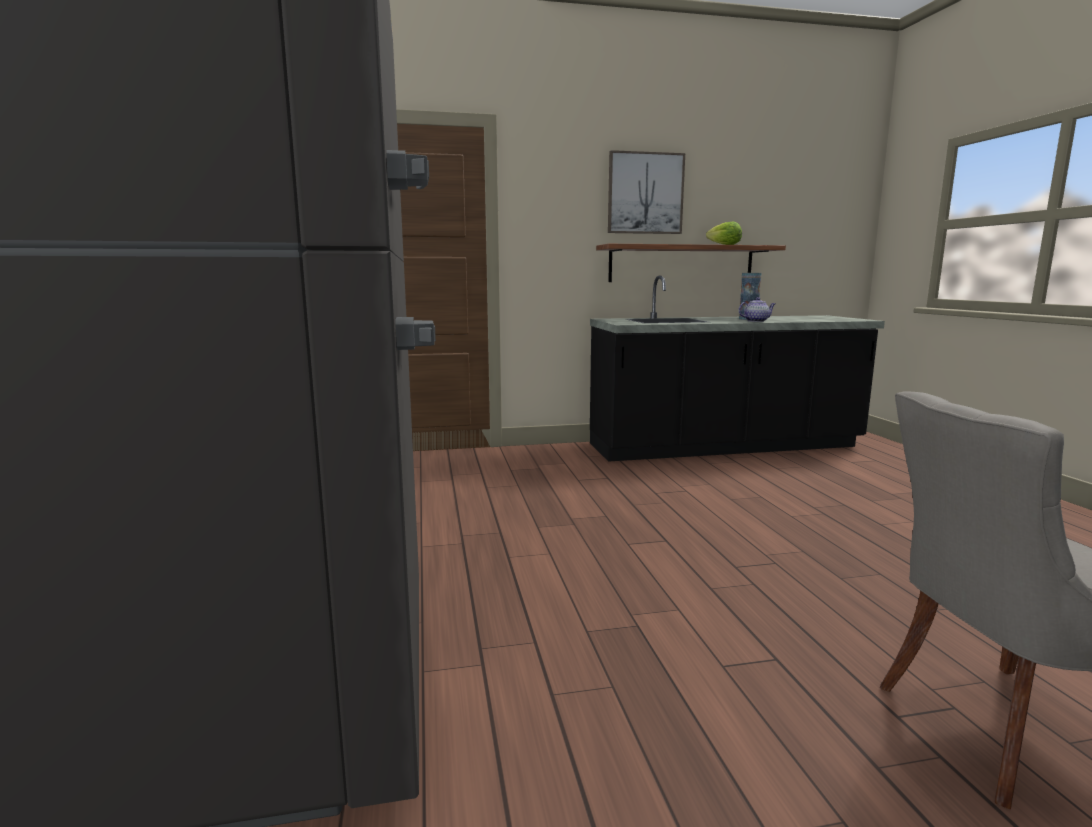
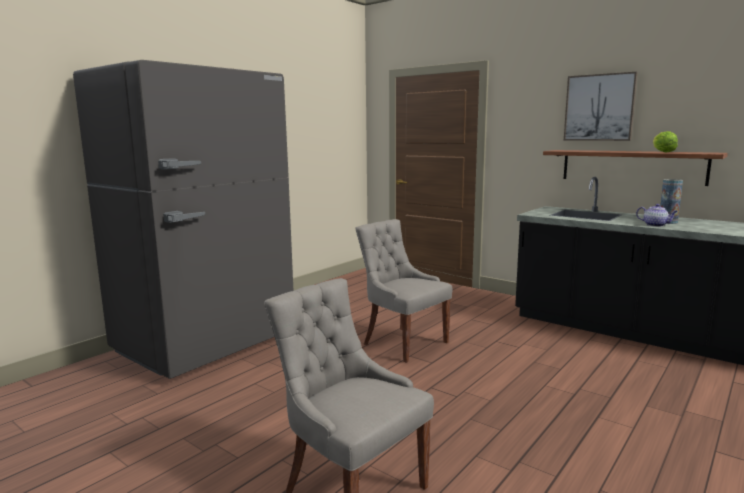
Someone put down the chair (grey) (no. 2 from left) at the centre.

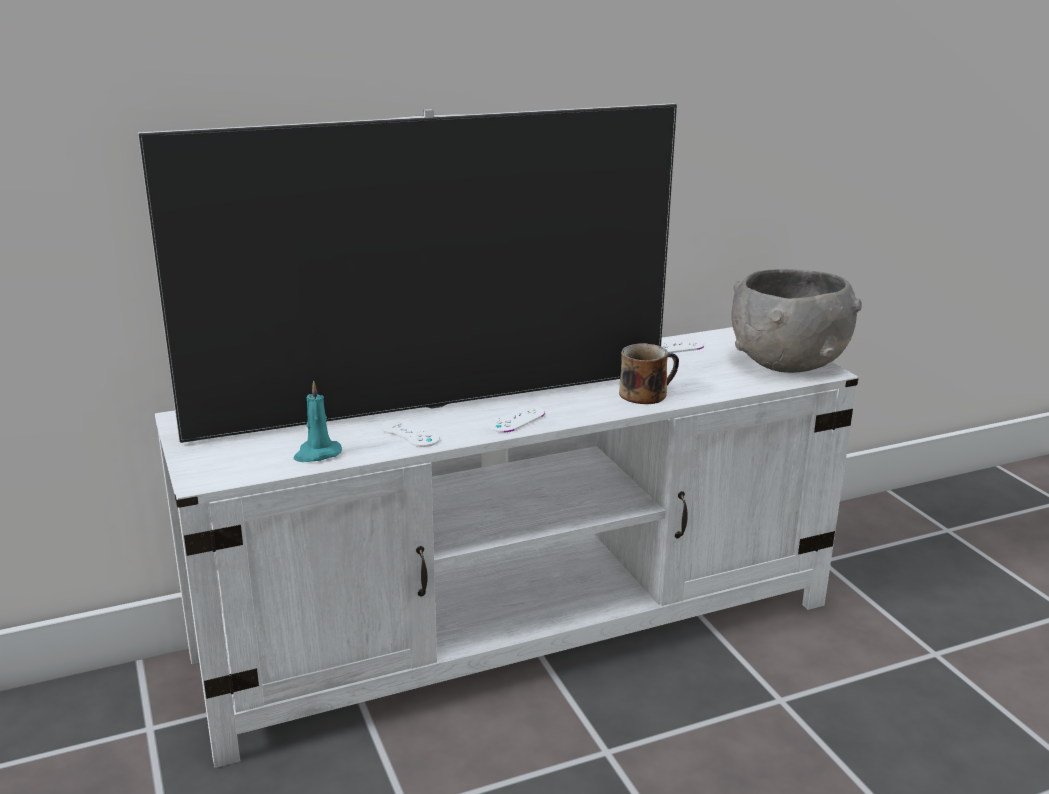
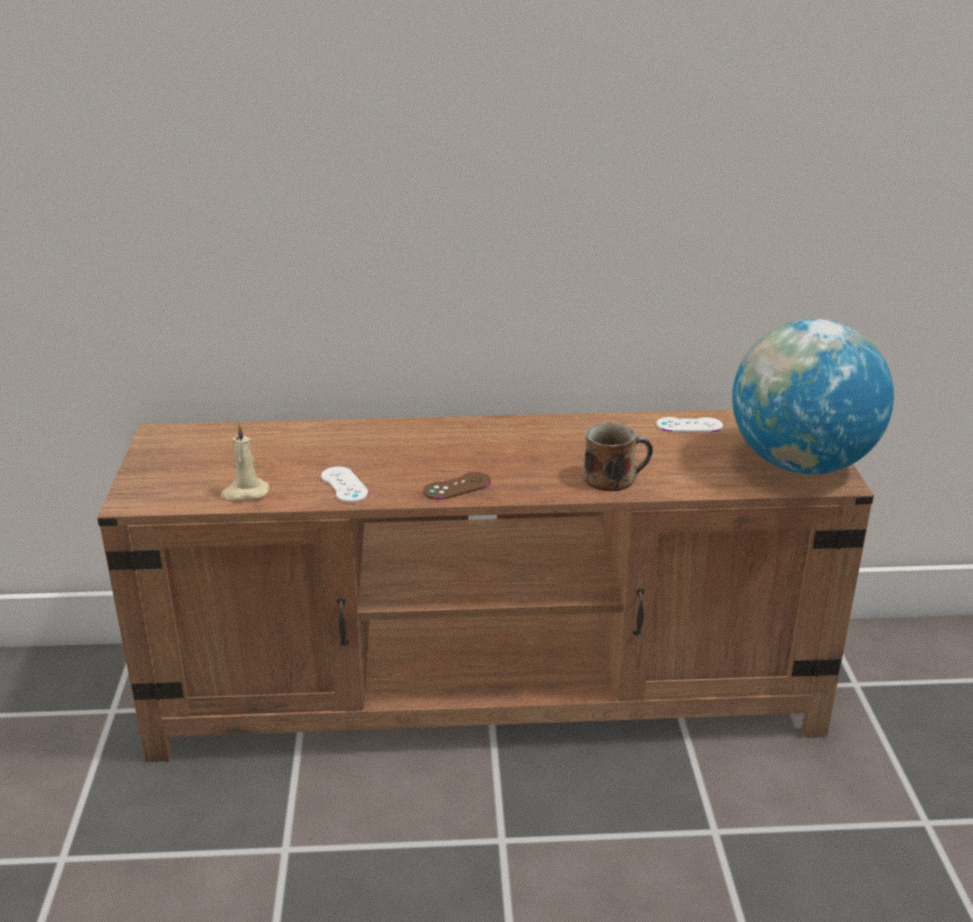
Someone took away the television at the centre.
Someone swapped the bowl (grey) at the middle right for the globe at the middle right.
Someone repainted the tv stand (white) at the bottom centre, which became the tv stand (brown) at the centre.
Someone repainted the candle (turquoise) at the middle left, which became the candle (beige) at the middle left.
Someone repainted the game controller (white) (no. 2 from left) at the centre, which became the game controller (brown) at the centre.

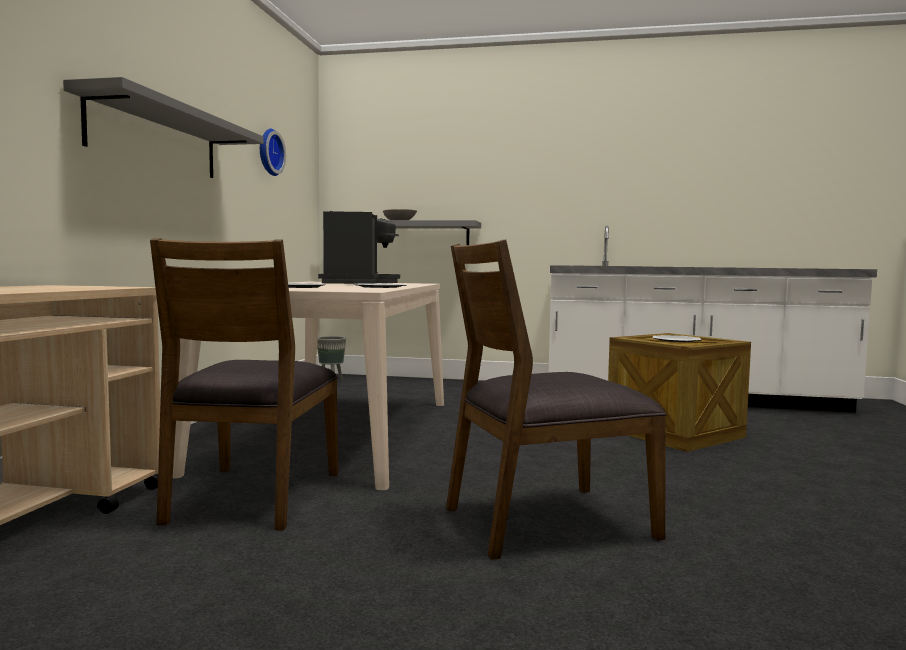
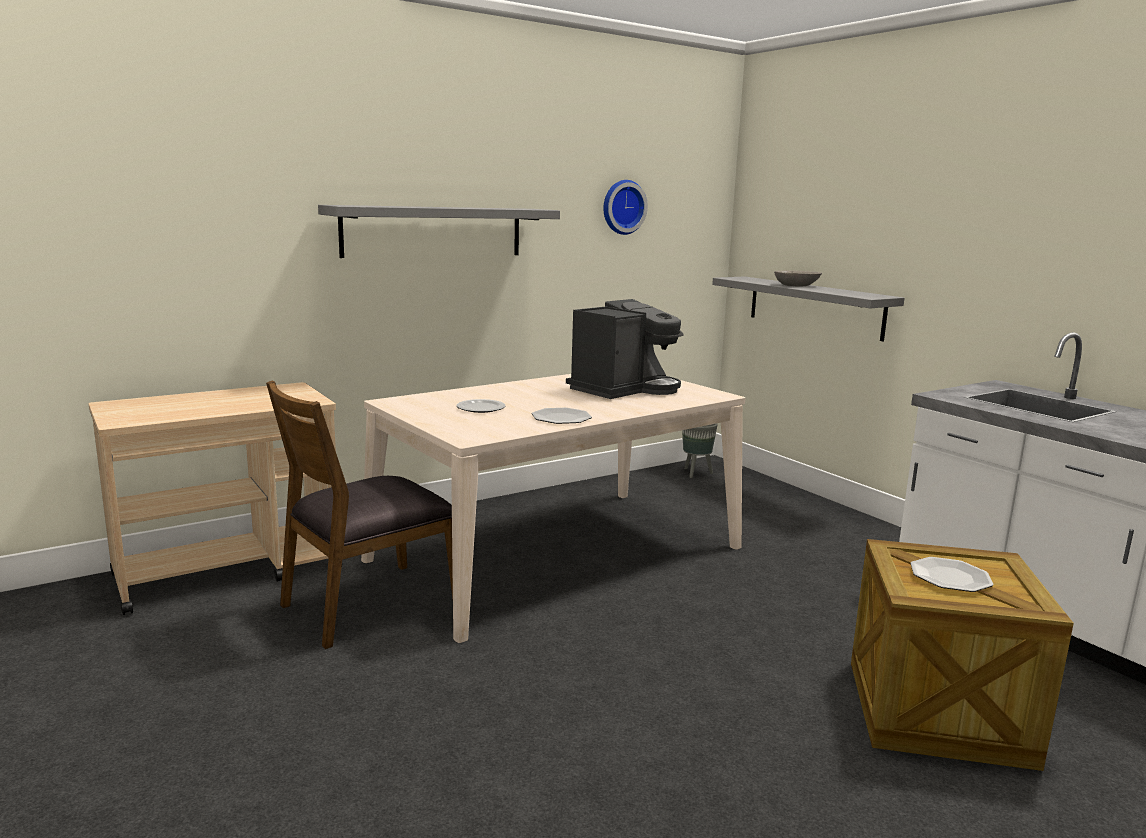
Someone took away the chair (brown) (no. 2 from left) at the centre.

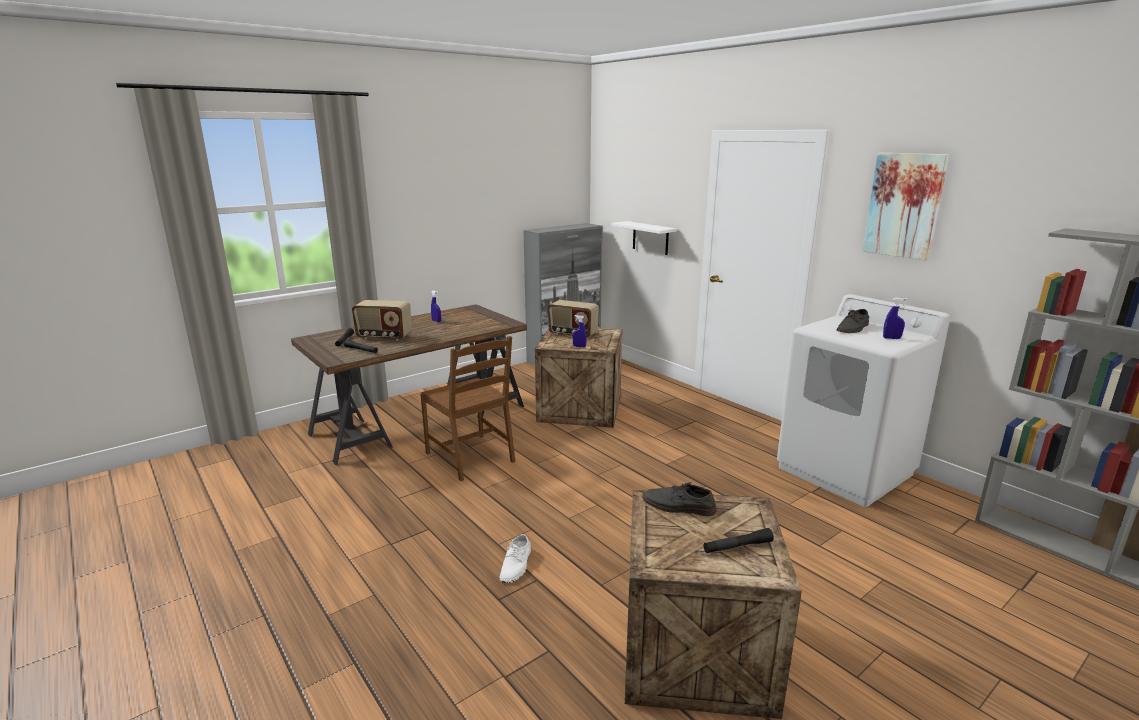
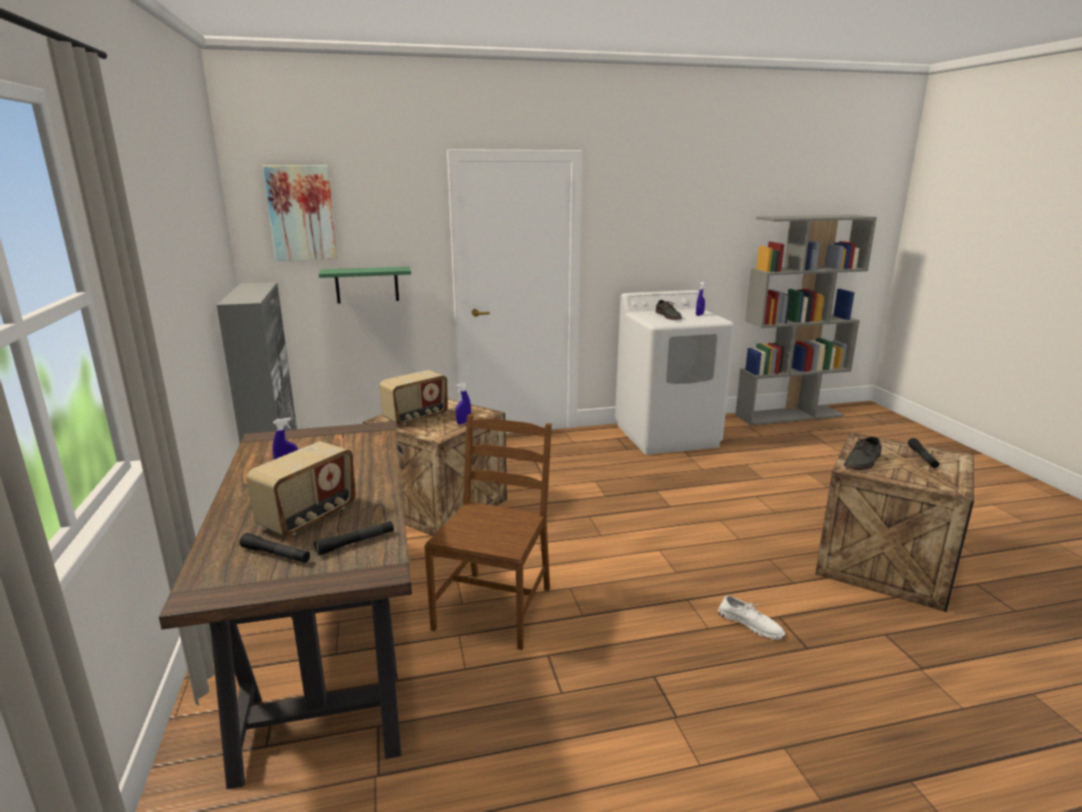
Someone carried the picture from the top right to the top left.
Someone repainted the shelf (white) at the top centre, which became the shelf (green) at the centre.
Someone rotated the chair (brown) at the centre by 60 degrees counterclockwise.

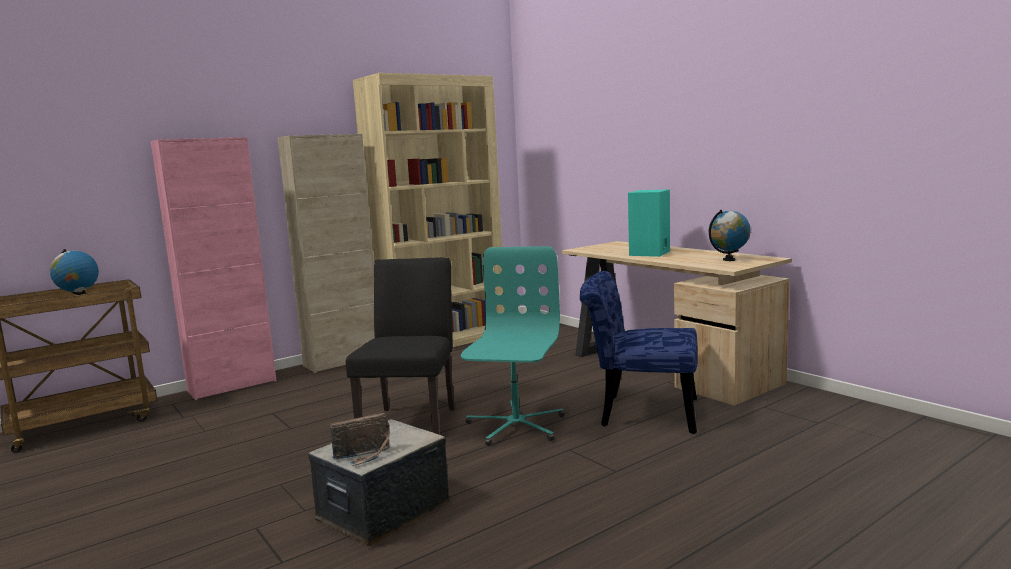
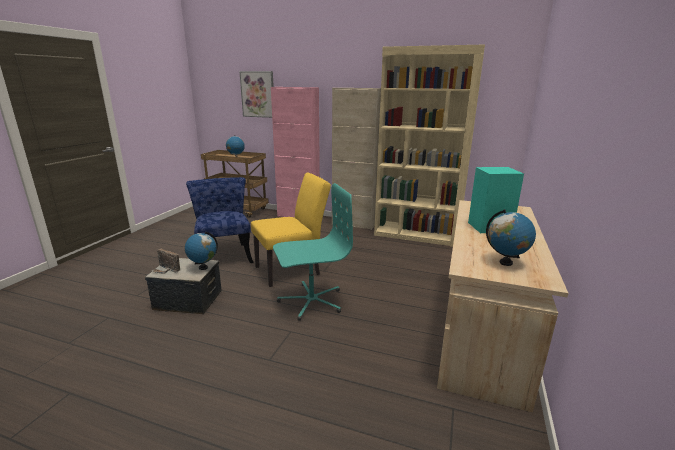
Someone repainted the chair (black) at the centre, which became the chair (yellow) at the centre.
Someone carried the chair (blue) from the centre to the middle left.
Someone put up the picture at the top centre.
Someone put down the globe (no. 1 from left) at the middle left.

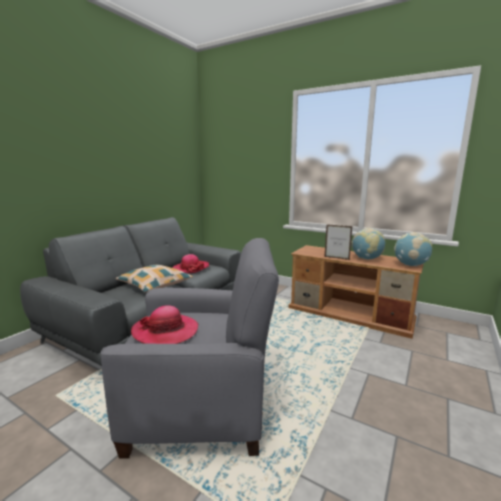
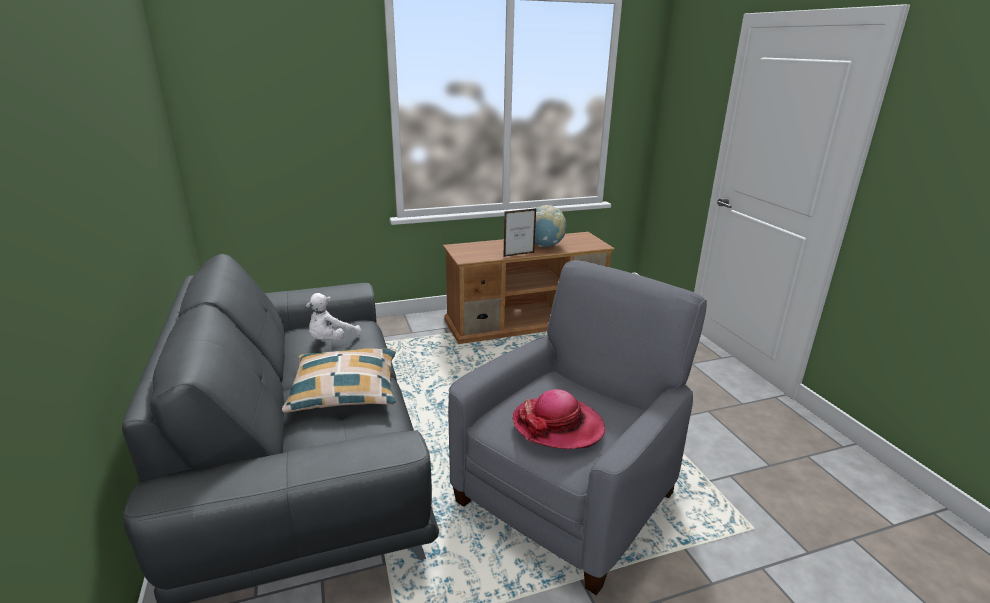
Someone took away the globe (no. 2 from left) at the middle right.
Someone swapped the hat (no. 2 from left) at the centre for the plush toy (white) at the centre.

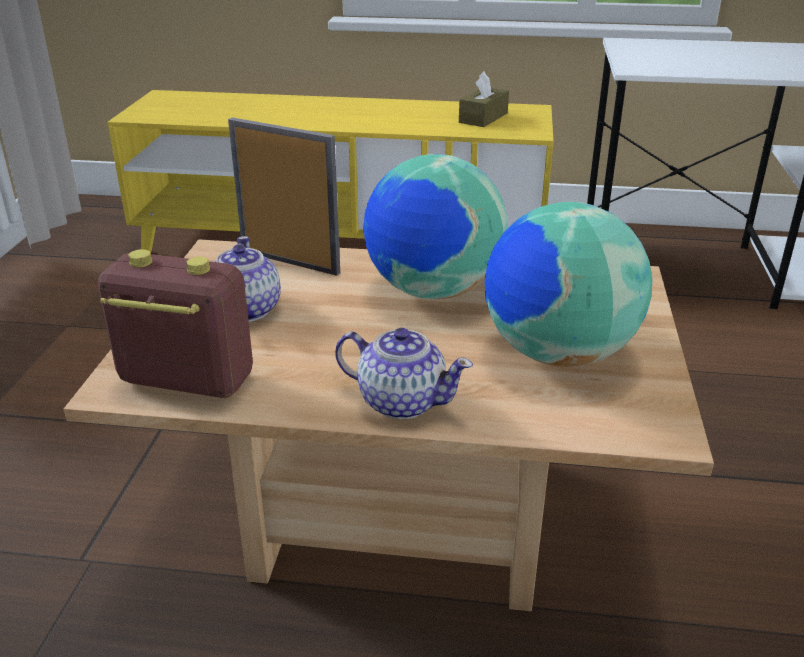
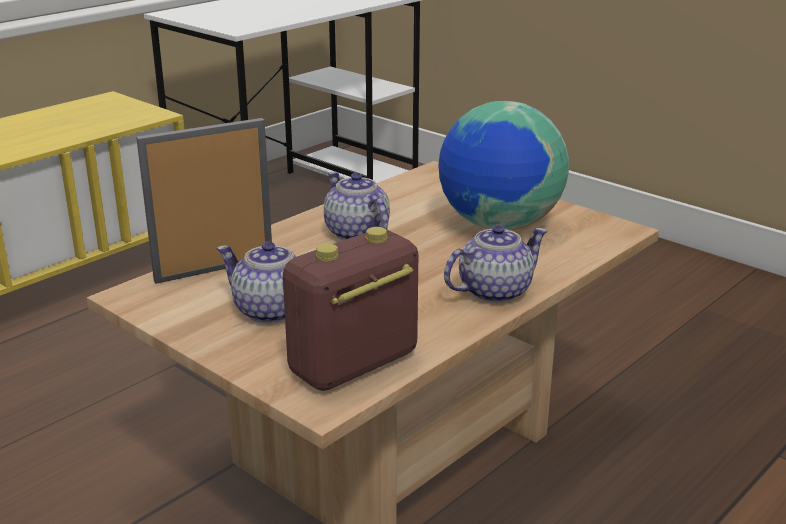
Someone took away the tissue box (brown) at the top centre.
Someone swapped the globe (no. 1 from left) at the centre for the teapot (no. 2 from left) at the centre.

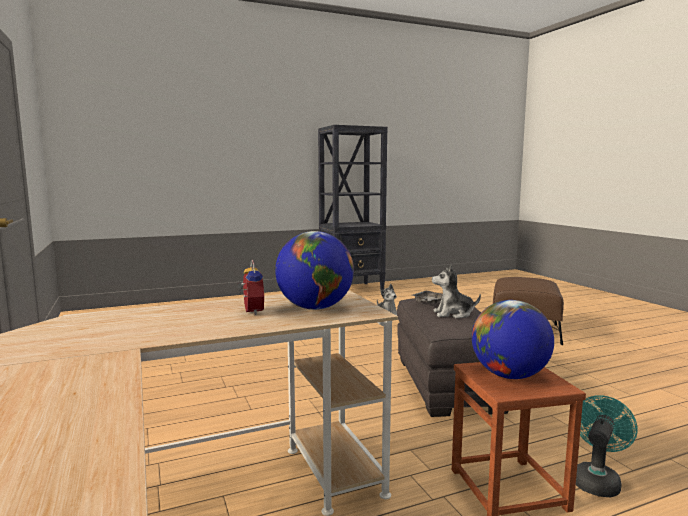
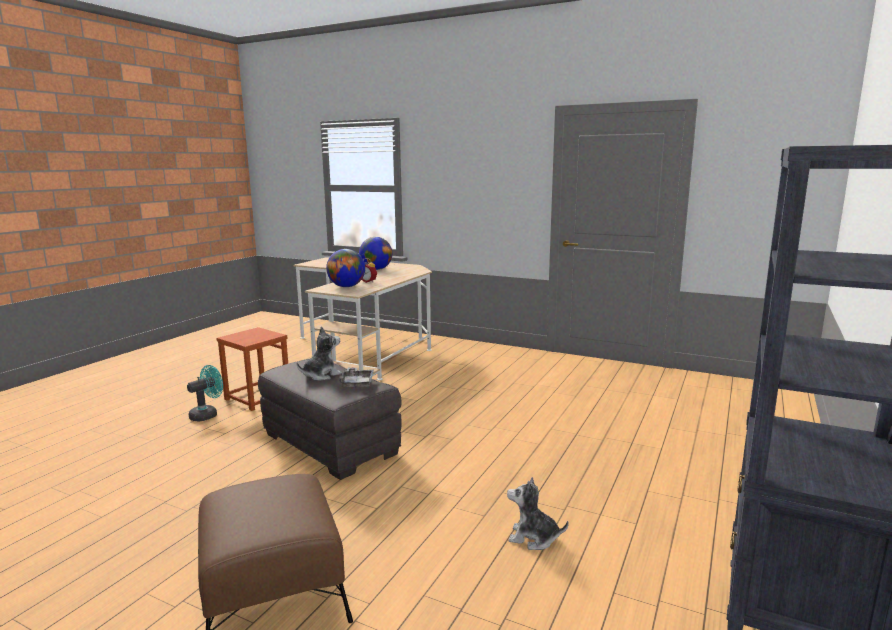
Someone carried the globe (no. 2 from left) from the middle right to the centre.
Someone rotated the fan (turquoise) at the bottom right by 135 degrees counterclockwise.

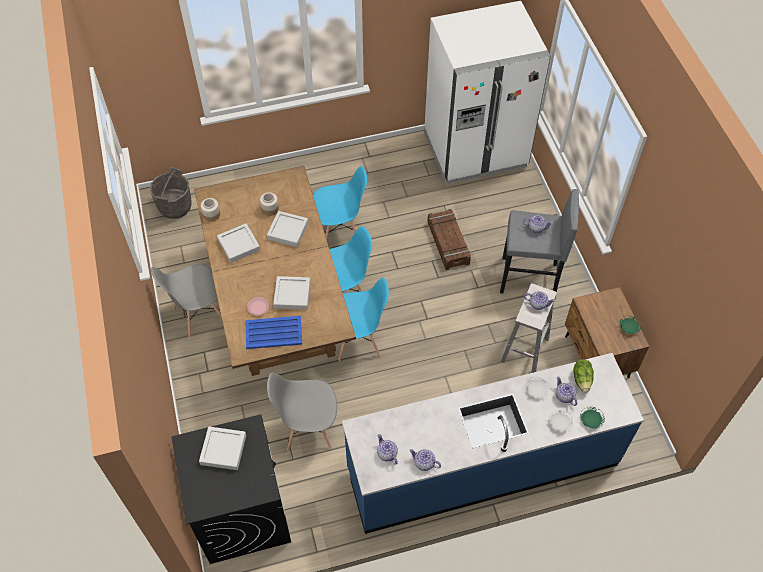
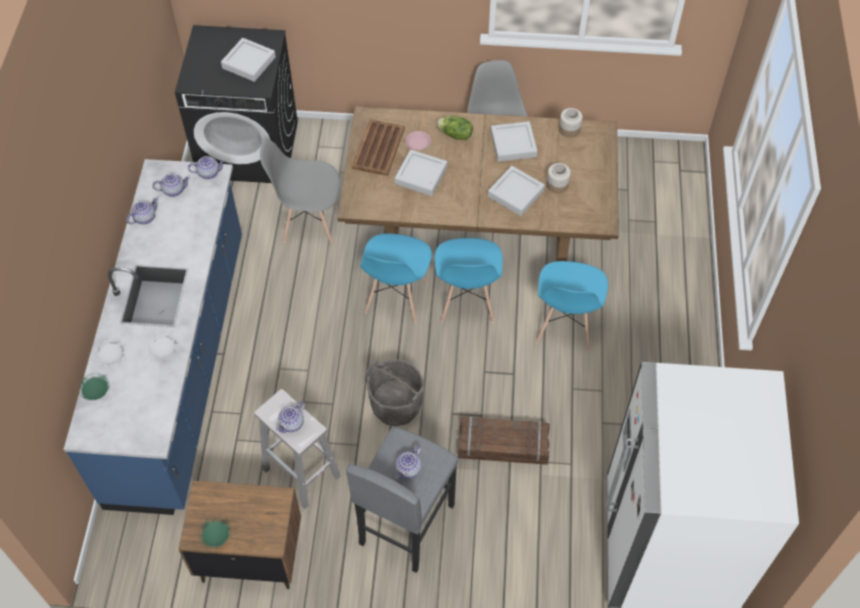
Someone carried the bucket (grey) from the middle left to the centre.
Someone repainted the tray (blue) at the centre, which became the tray (brown) at the top centre.
Someone carried the lettuce from the middle right to the top centre.
Someone rotated the chair (grey) (no. 2 from left in the first image) at the bottom centre by 105 degrees counterclockwise.
Someone carried the teapot (no. 5 from left in the first image) from the bottom right to the top left.

